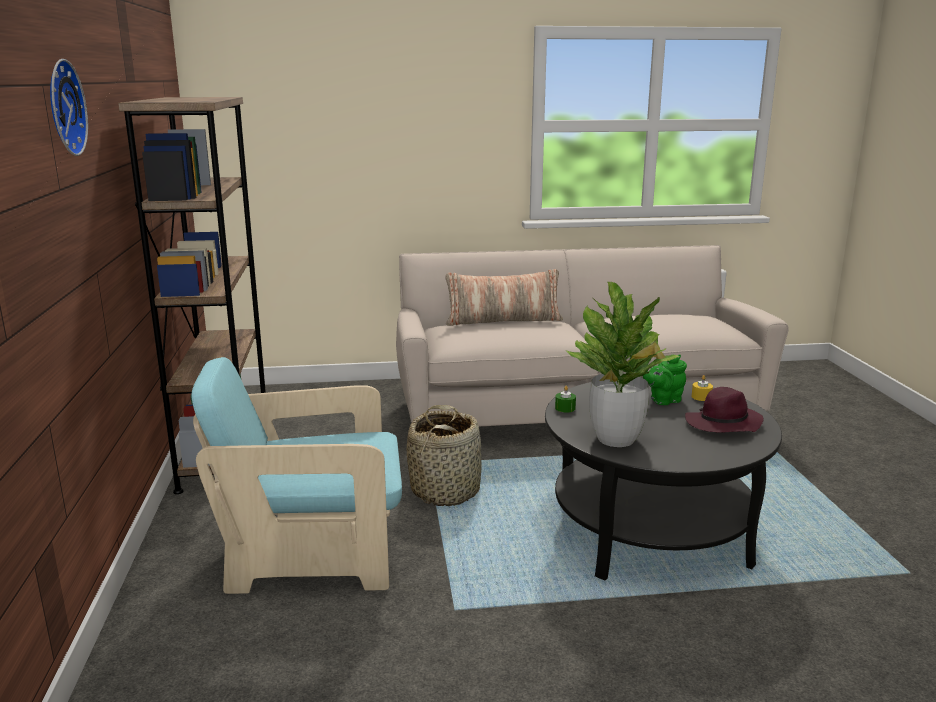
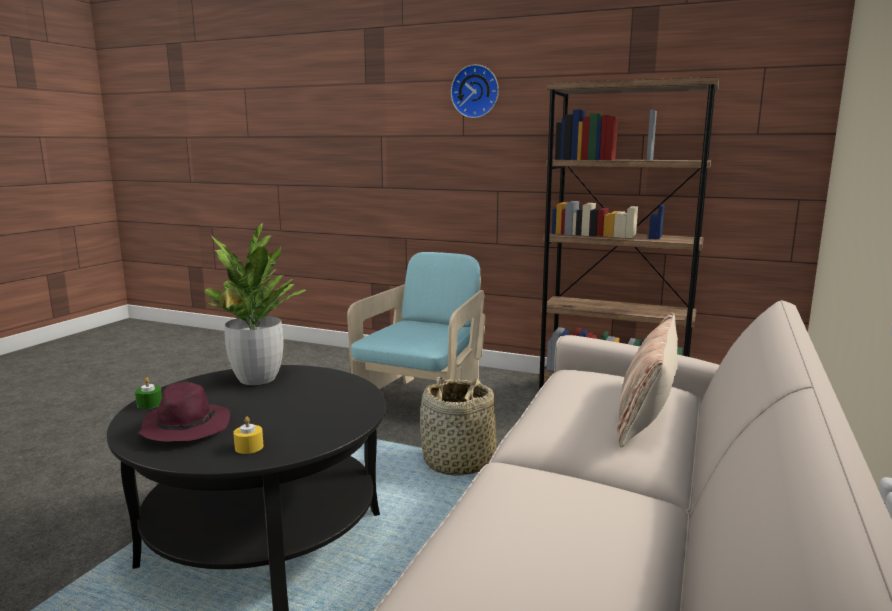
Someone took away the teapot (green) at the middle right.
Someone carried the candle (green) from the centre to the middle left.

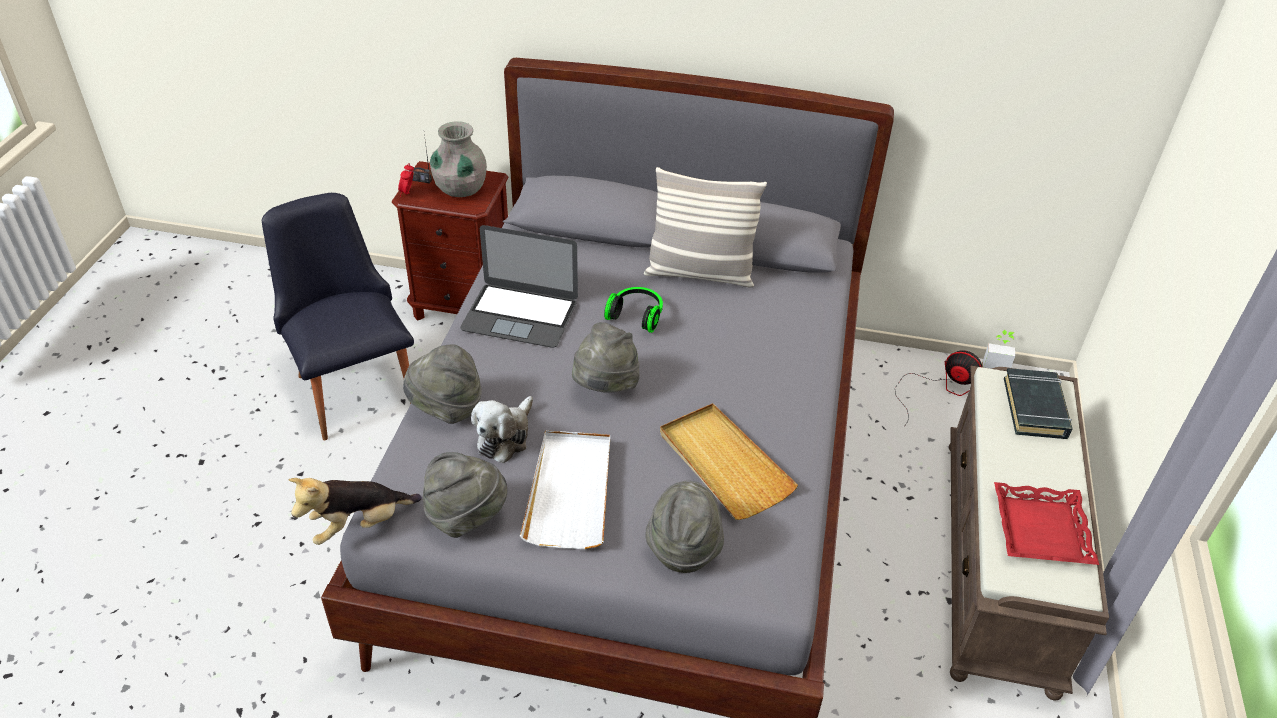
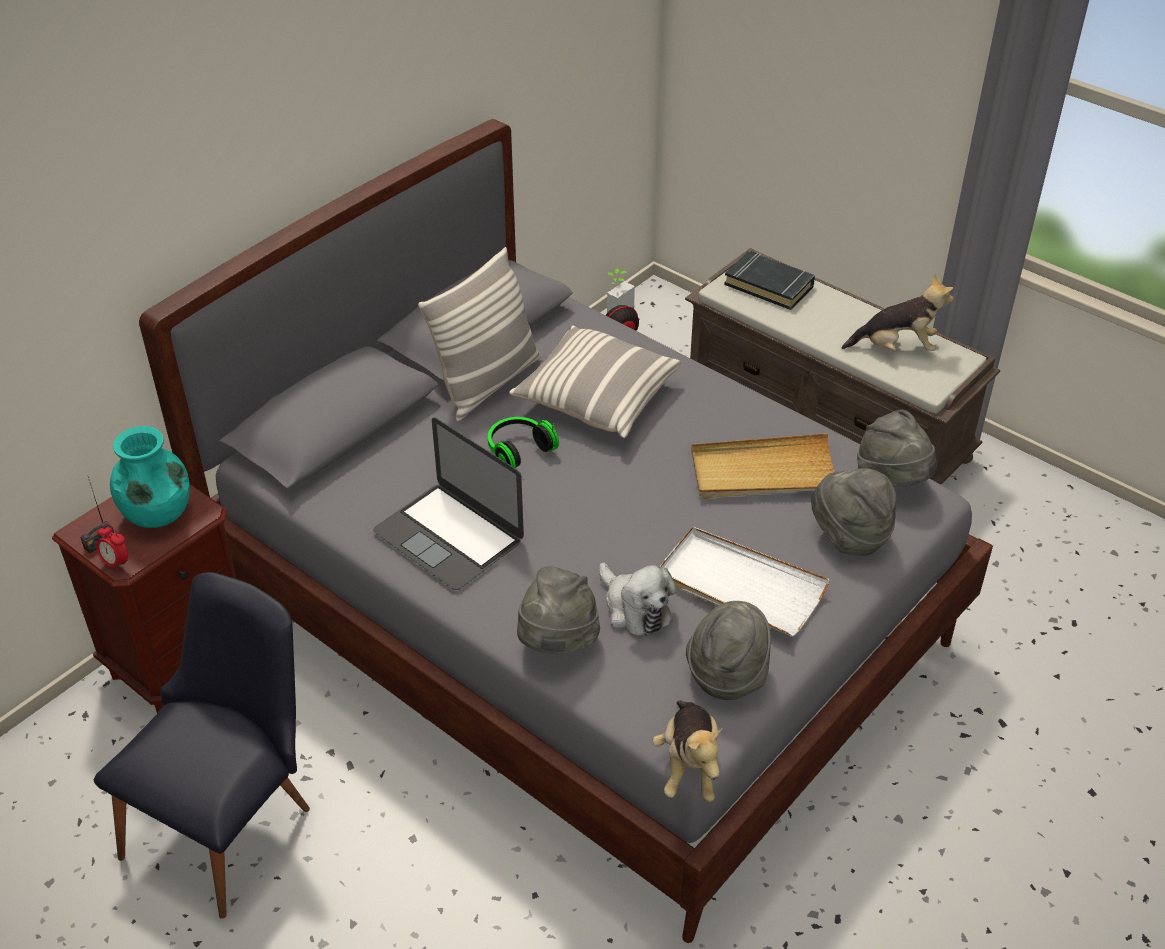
Someone repainted the vase (grey) at the top centre, which became the vase (turquoise) at the middle left.
Someone rotated the chair (black) at the middle left by 120 degrees clockwise.
Someone rotated the laptop at the centre by 90 degrees clockwise.
Someone carried the hat (grey) (no. 3 from left in the first image) from the centre to the middle right.
Someone swapped the tray (red) at the bottom right for the plush toy (no. 3 from left) at the top right.
Someone put down the pillow (no. 2 from left) at the centre.

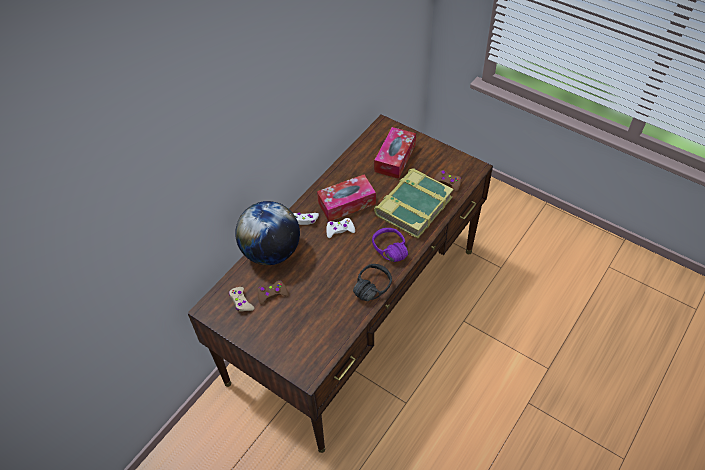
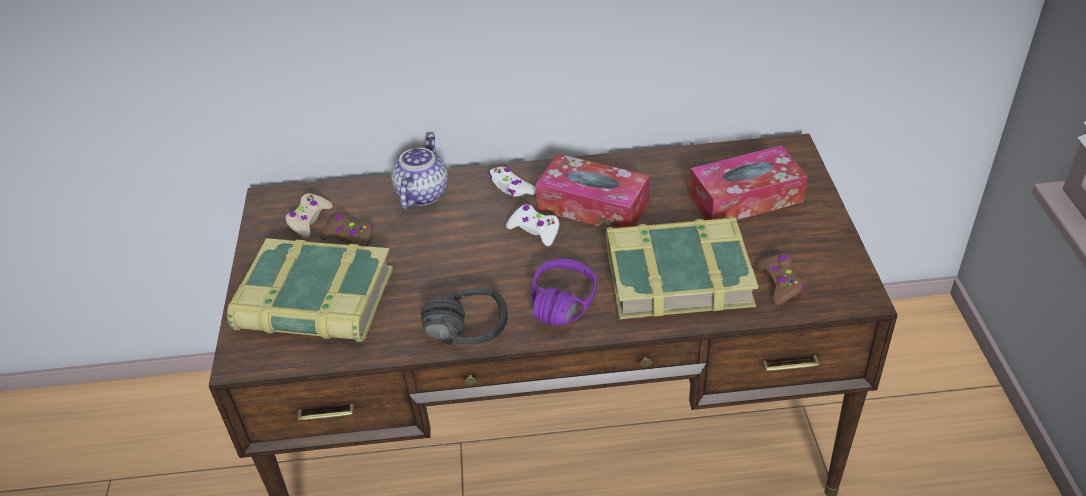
Someone swapped the globe at the centre for the teapot at the centre.
Someone put down the book (no. 1 from left) at the middle left.

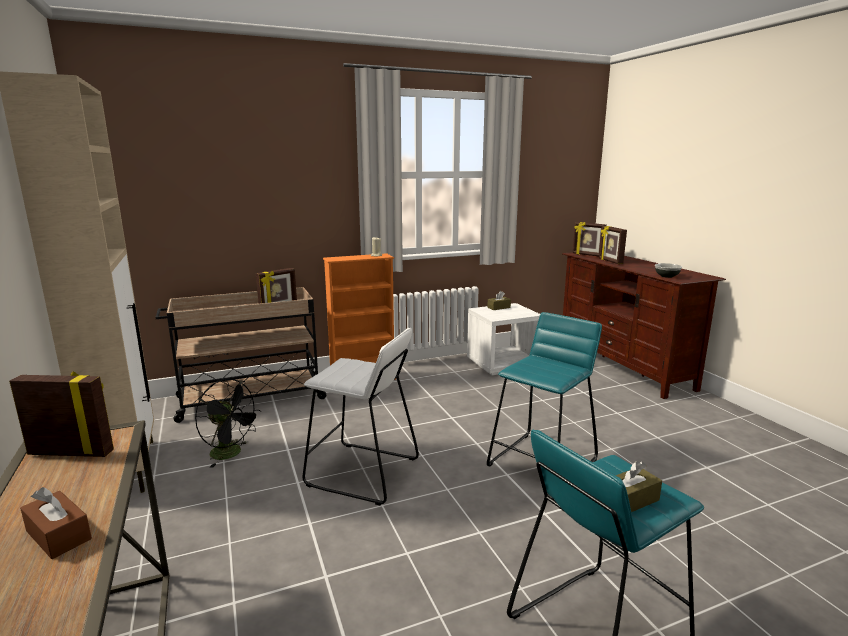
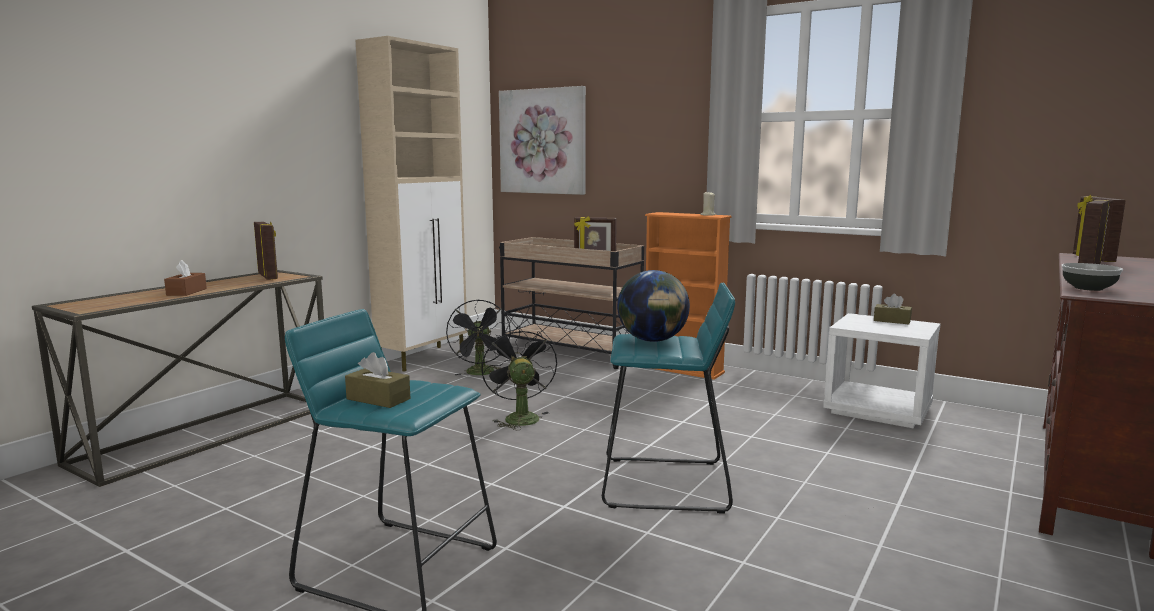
Someone swapped the stool (white) at the centre for the fan (black) (no. 2 from left) at the centre.
Someone put up the picture at the top centre.
Someone put down the globe at the centre.

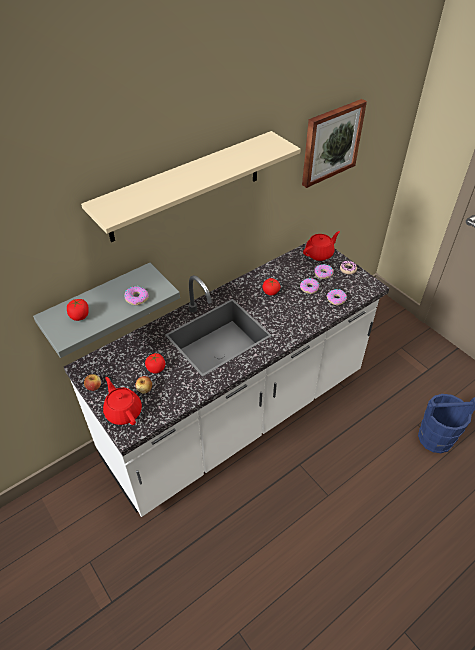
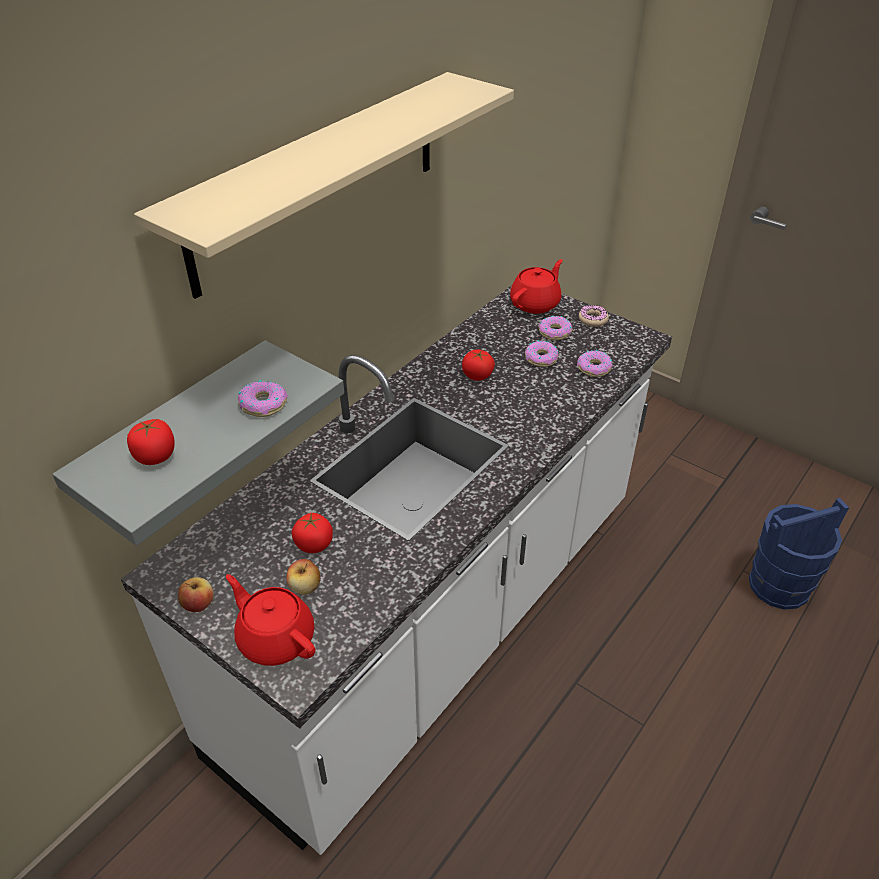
Someone took away the picture at the top right.

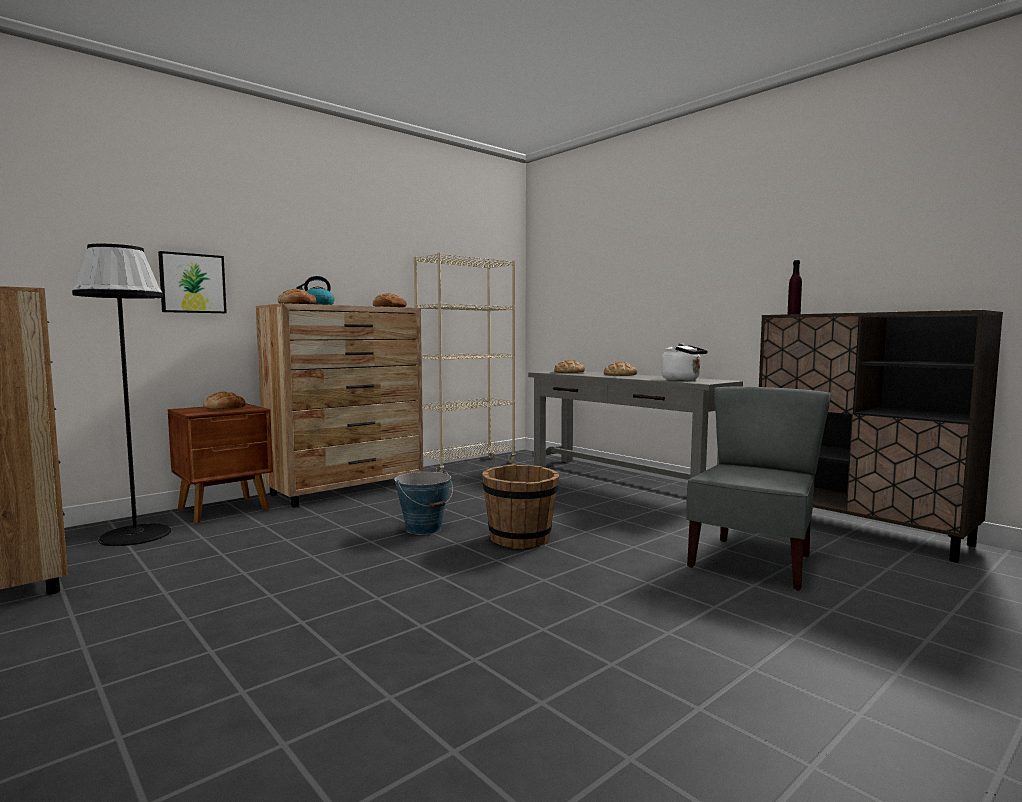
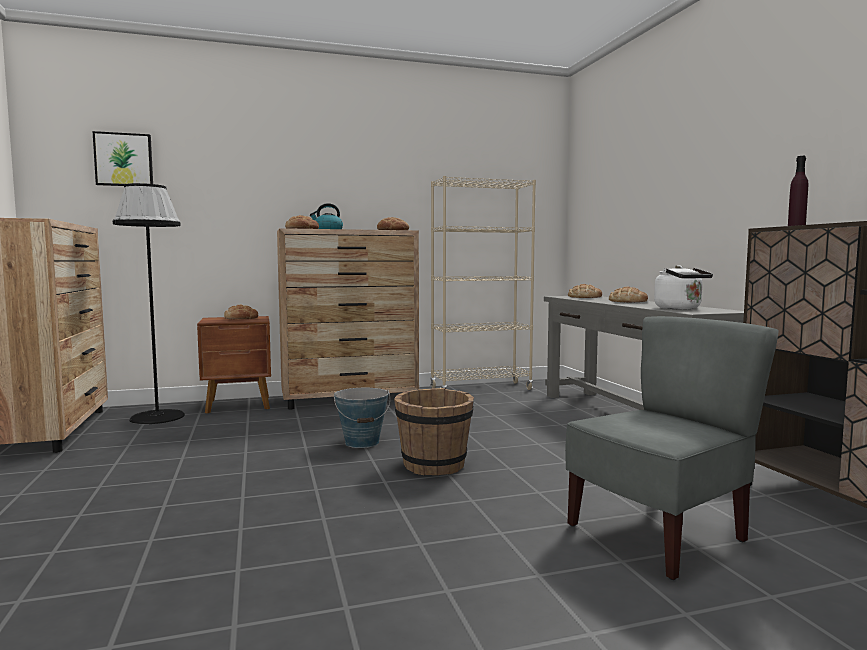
Someone carried the picture from the middle left to the top left.

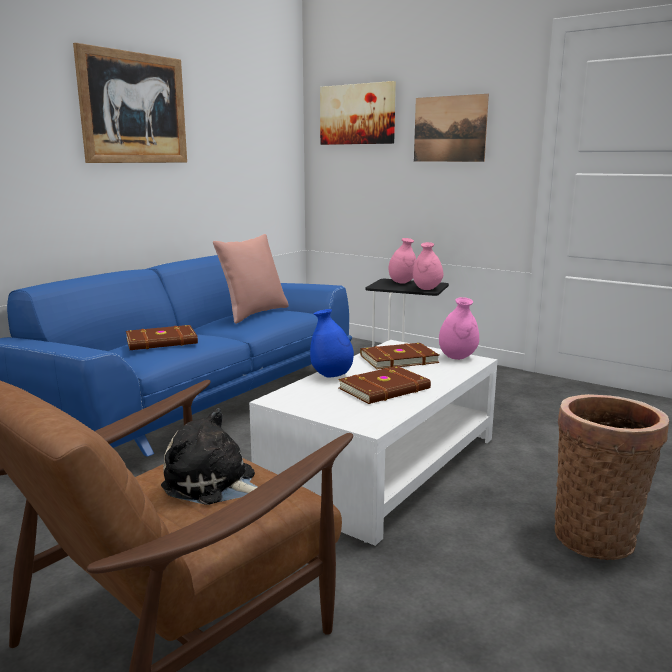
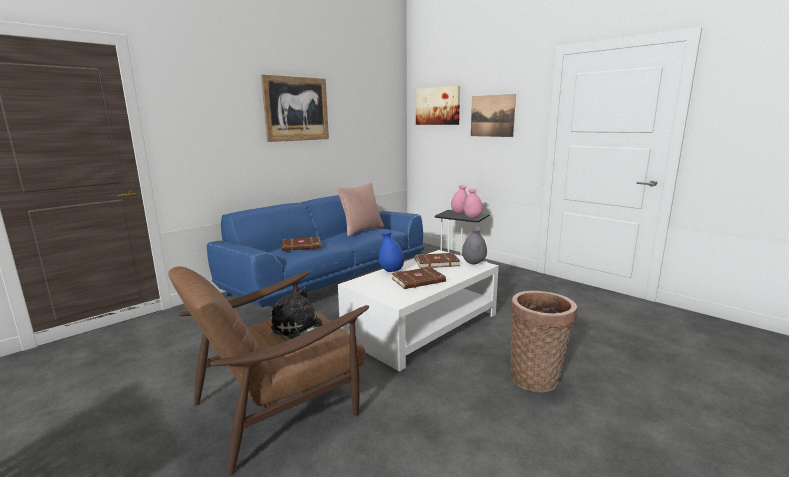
Someone repainted the vase (pink) (no. 3 from left) at the middle right, which became the vase (grey) at the centre.

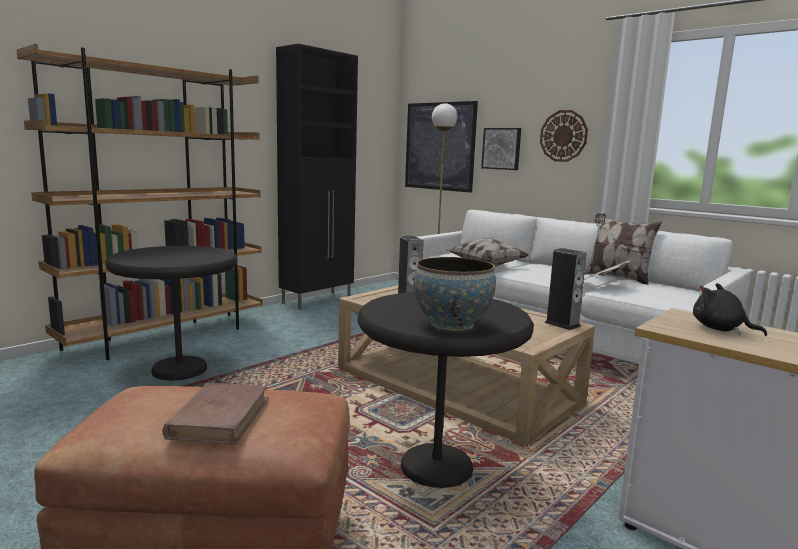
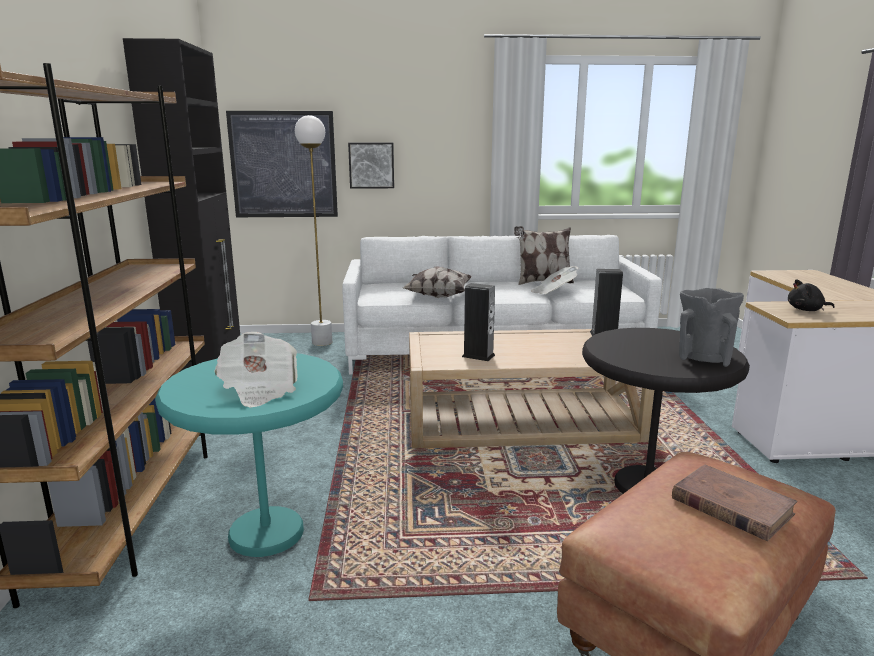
Someone took away the wall clock at the top right.
Someone repainted the side table (black) (no. 1 from left) at the middle left, which became the side table (turquoise) at the bottom left.
Someone swapped the bowl at the centre for the vase (grey) at the middle right.
Someone put down the newspaper (no. 1 from left) at the middle left.

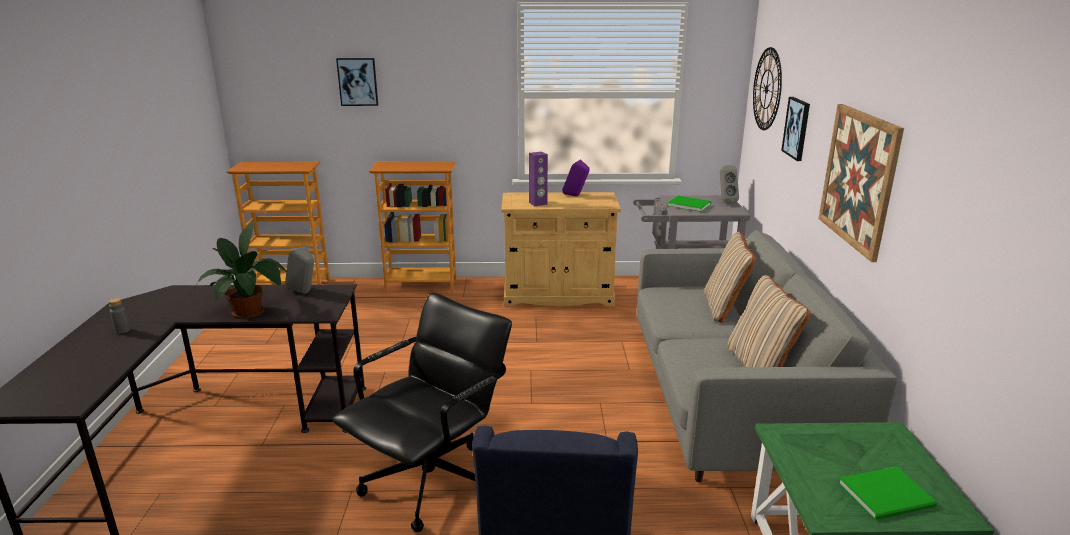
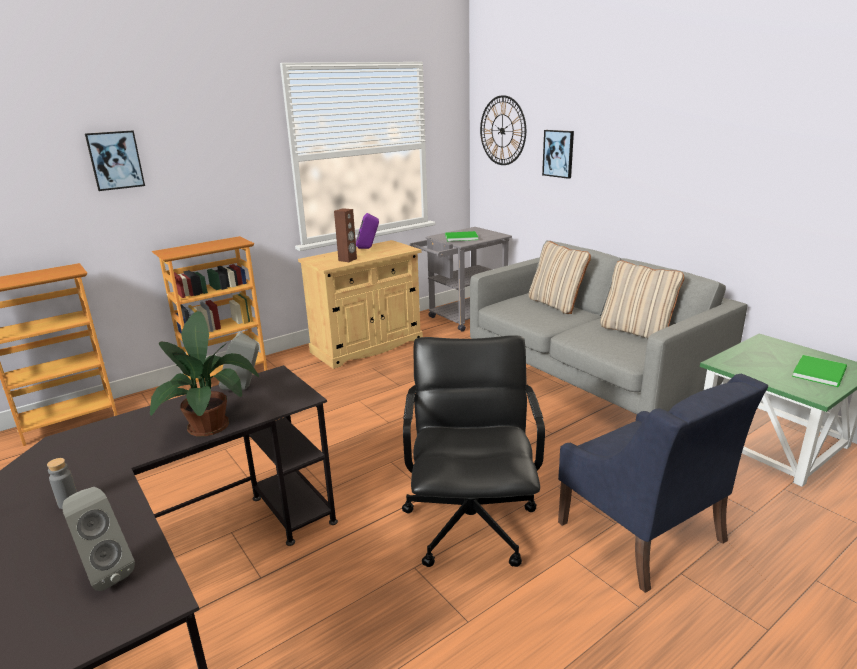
Someone took away the picture (no. 3 from left) at the middle right.
Someone repainted the speaker (purple) (no. 1 from left) at the centre, which became the speaker (brown) at the centre.
Someone carried the speaker (grey) (no. 2 from left in the first image) from the middle right to the bottom left.

